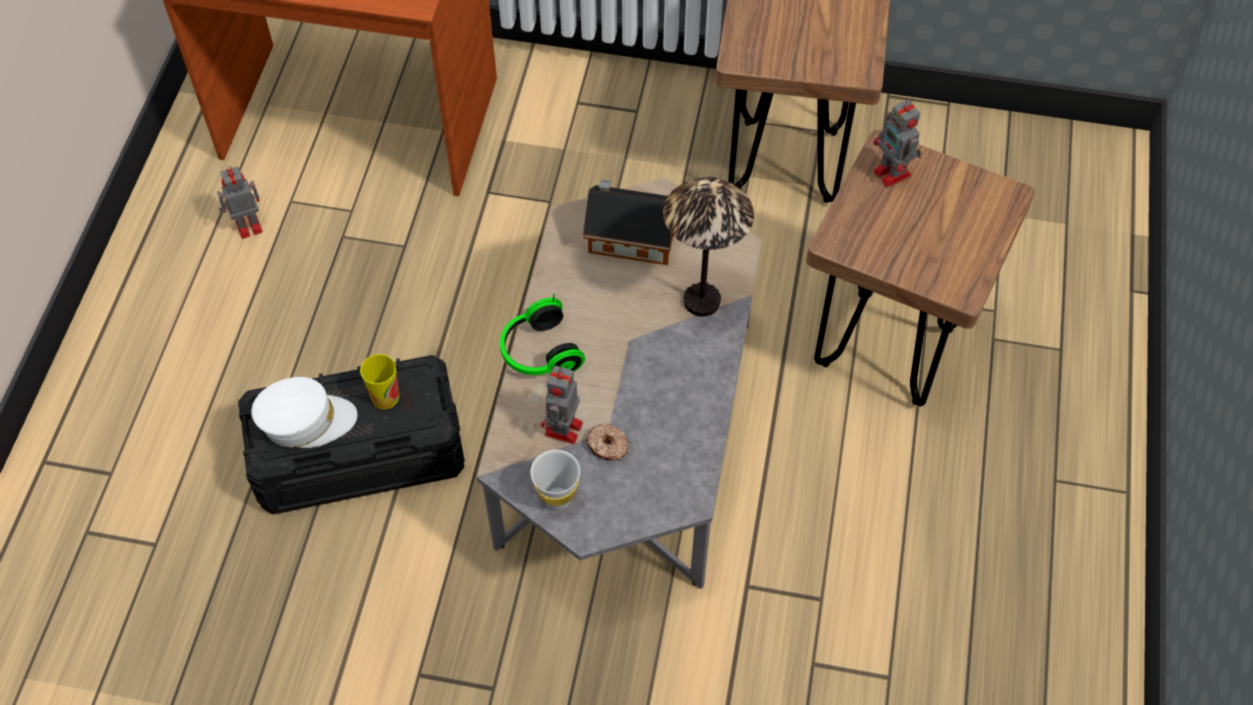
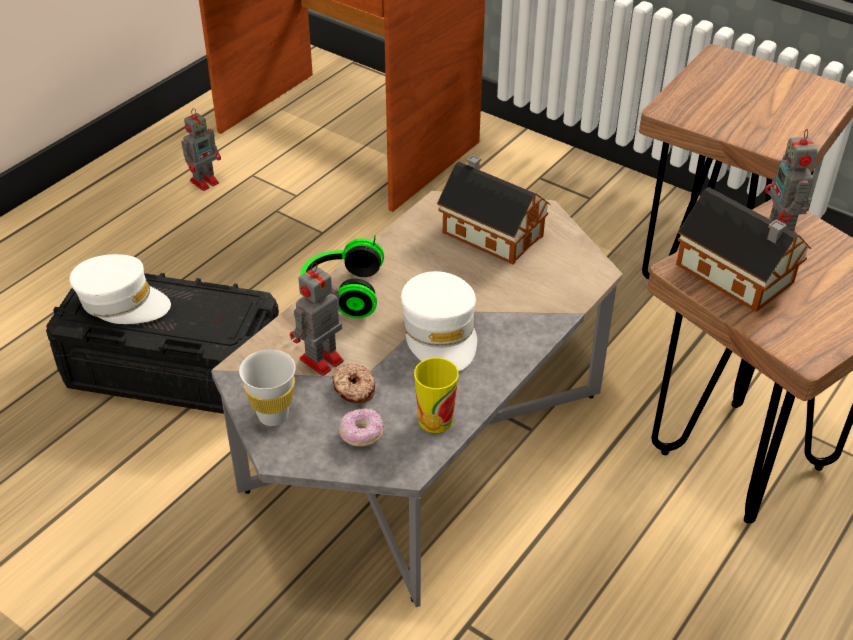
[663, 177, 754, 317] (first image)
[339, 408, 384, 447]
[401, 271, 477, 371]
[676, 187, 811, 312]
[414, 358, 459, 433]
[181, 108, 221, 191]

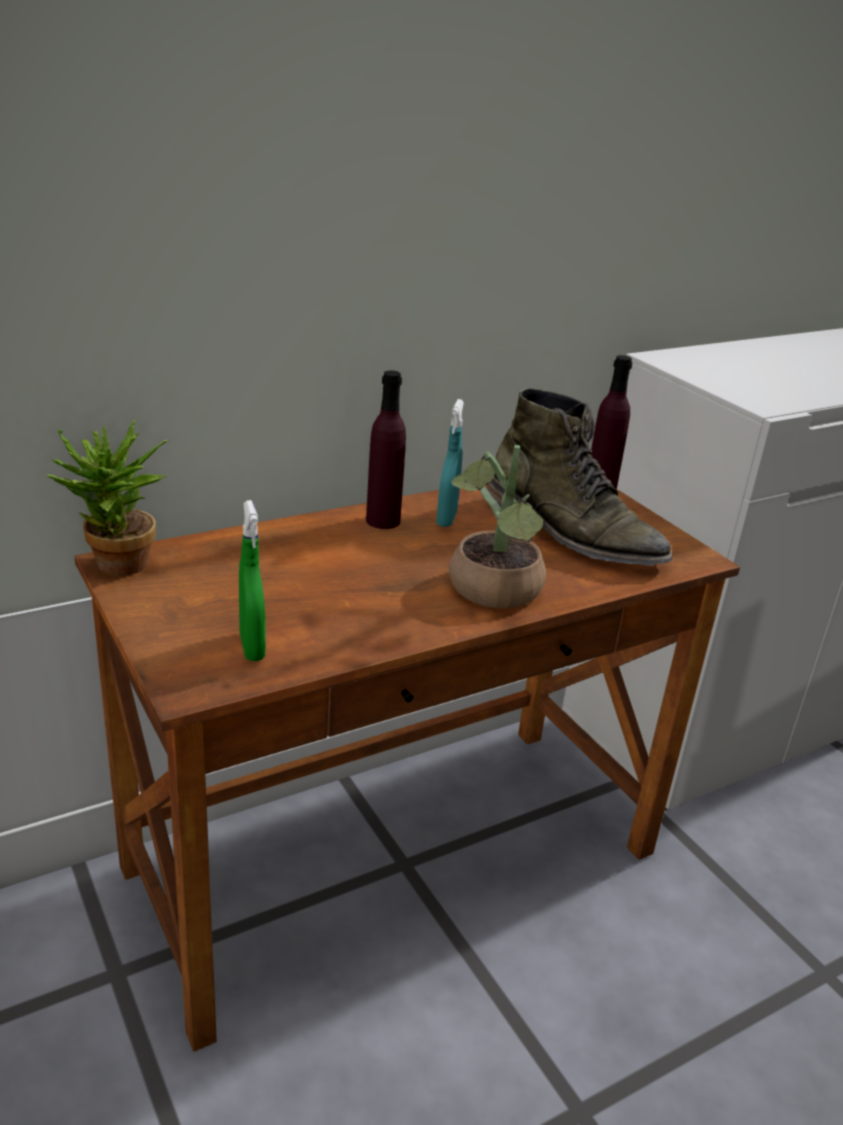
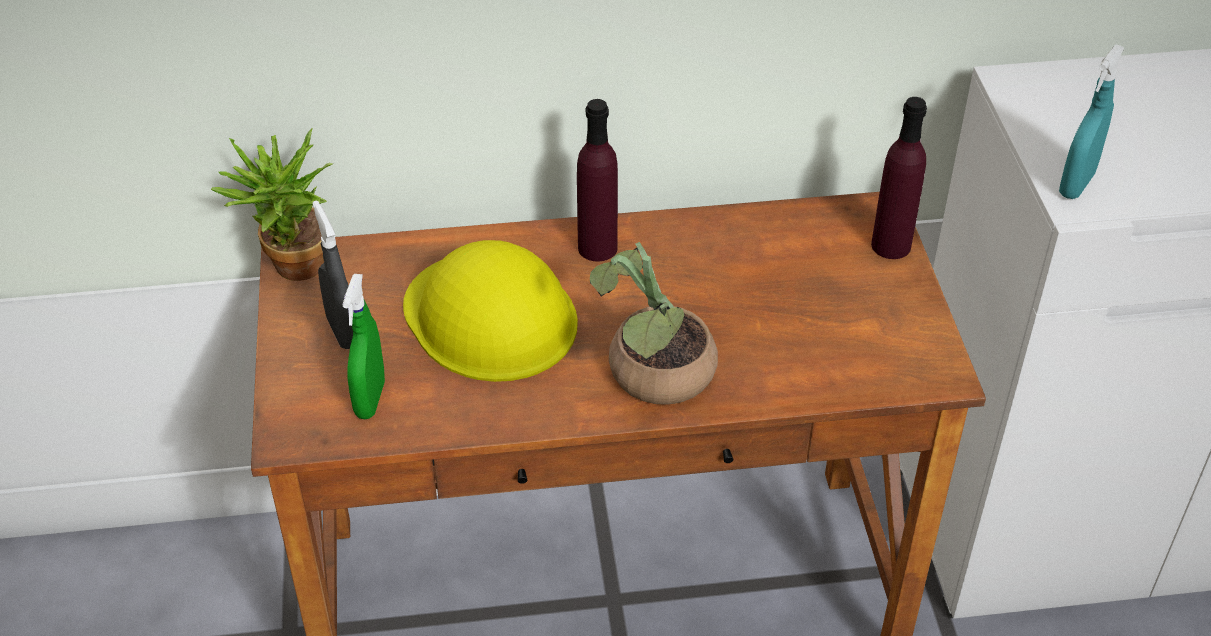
[487, 388, 672, 566] (first image)
[312, 201, 353, 349]
[403, 240, 578, 382]
[1059, 44, 1124, 199]

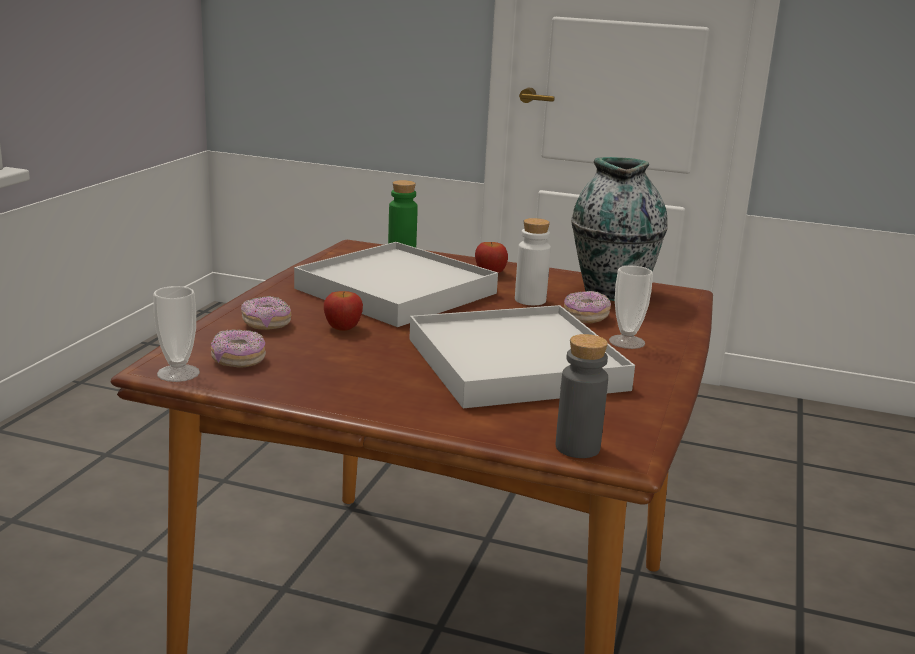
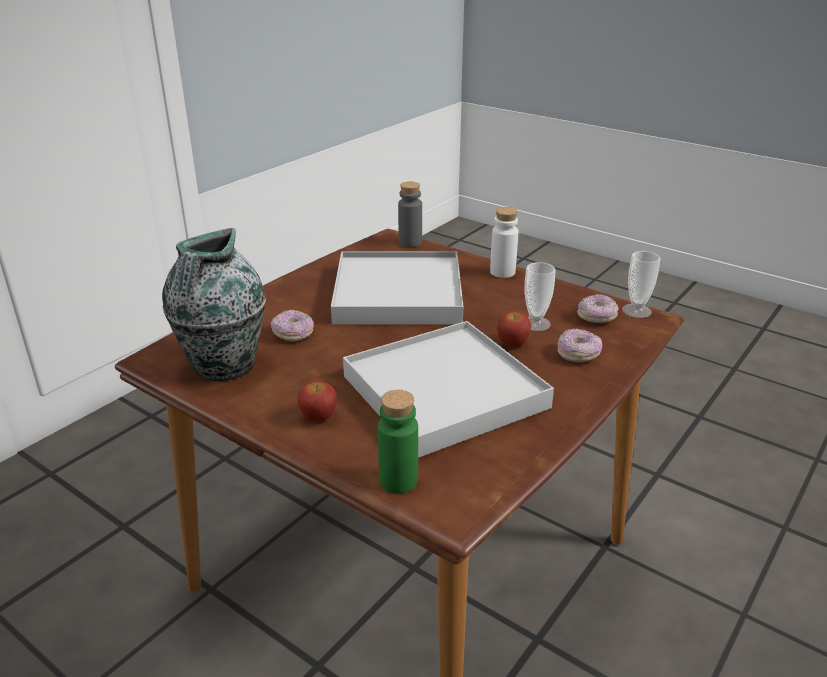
[490, 207, 519, 278]
[524, 262, 556, 331]

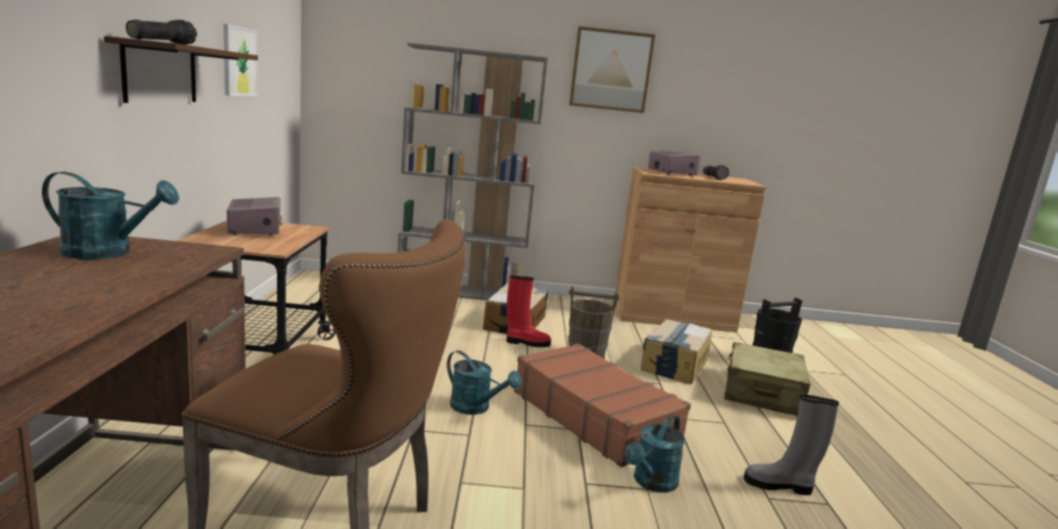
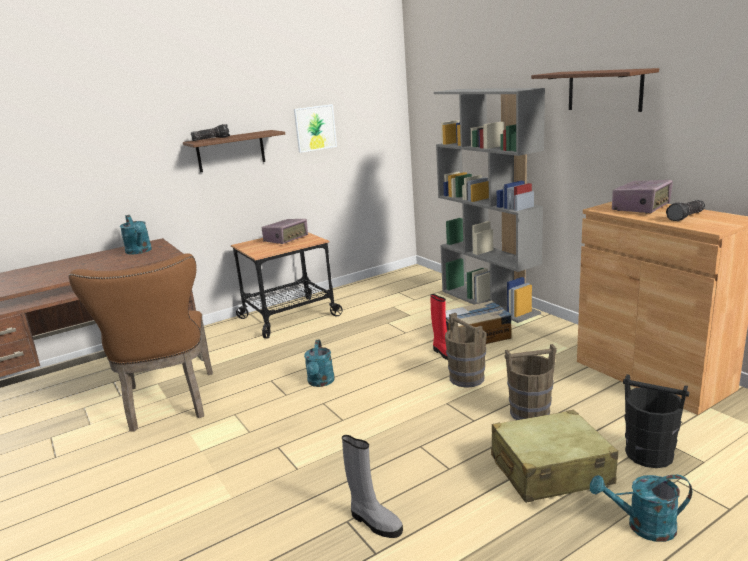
[514, 343, 691, 467] (first image)
[590, 475, 692, 542]
[531, 68, 659, 112]
[504, 344, 557, 420]
[342, 435, 403, 538]

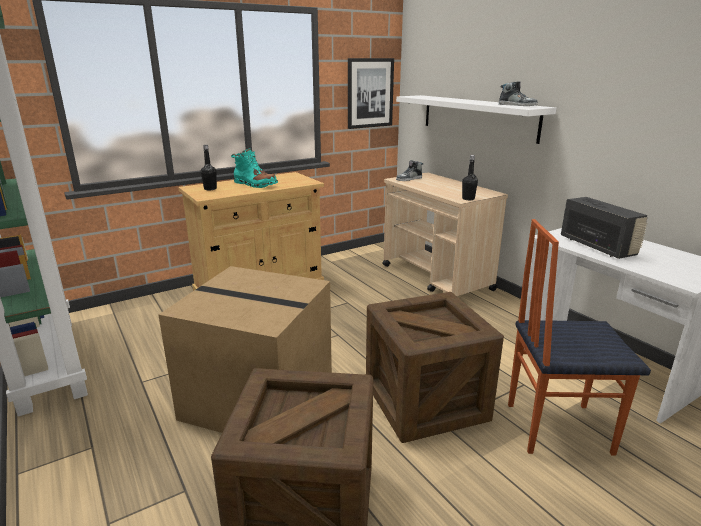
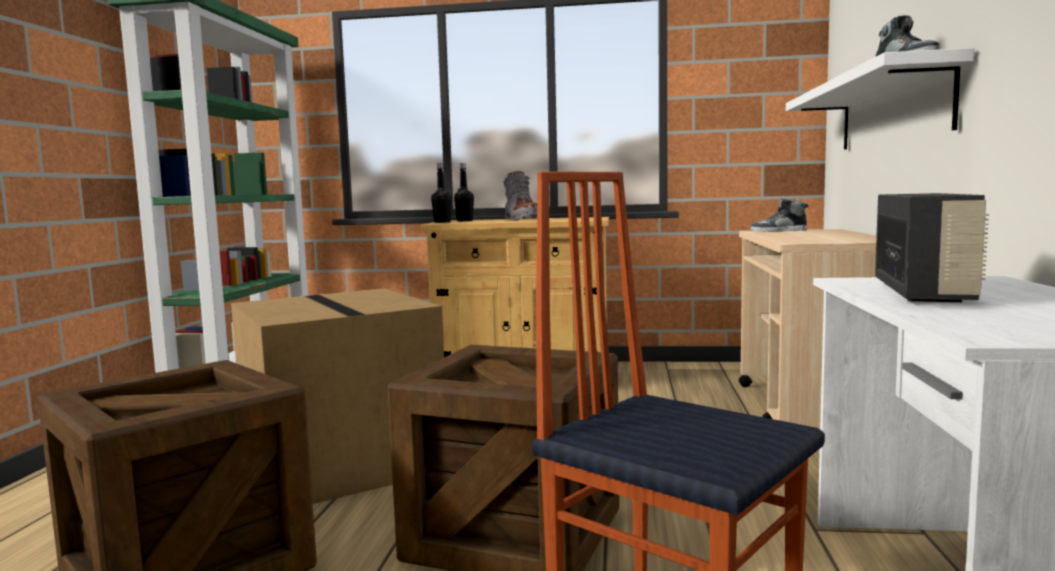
[348, 58, 394, 129] (first image)
[431, 163, 452, 223]
[503, 171, 537, 221]

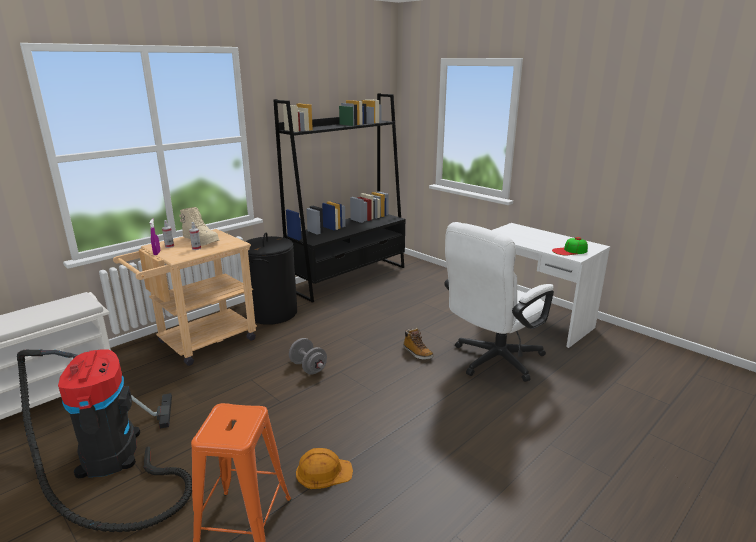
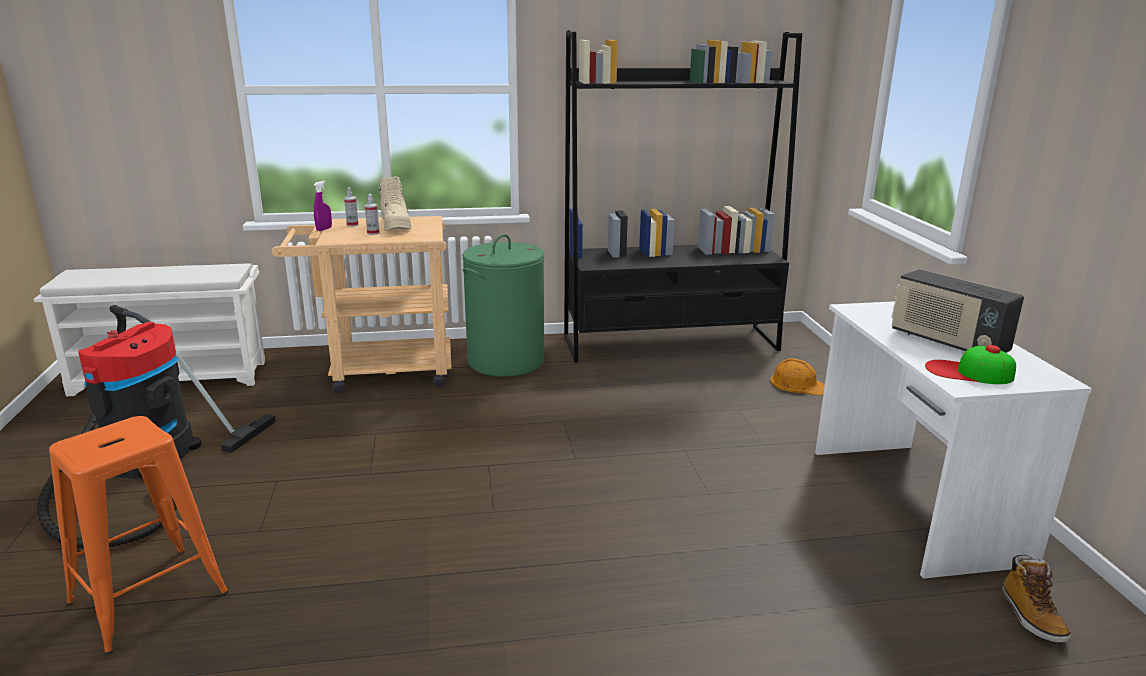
[289, 338, 327, 375] (first image)
[444, 222, 554, 382] (first image)
[891, 269, 1024, 353]
[770, 358, 825, 395]
[1002, 555, 1071, 643]
[462, 234, 544, 377]

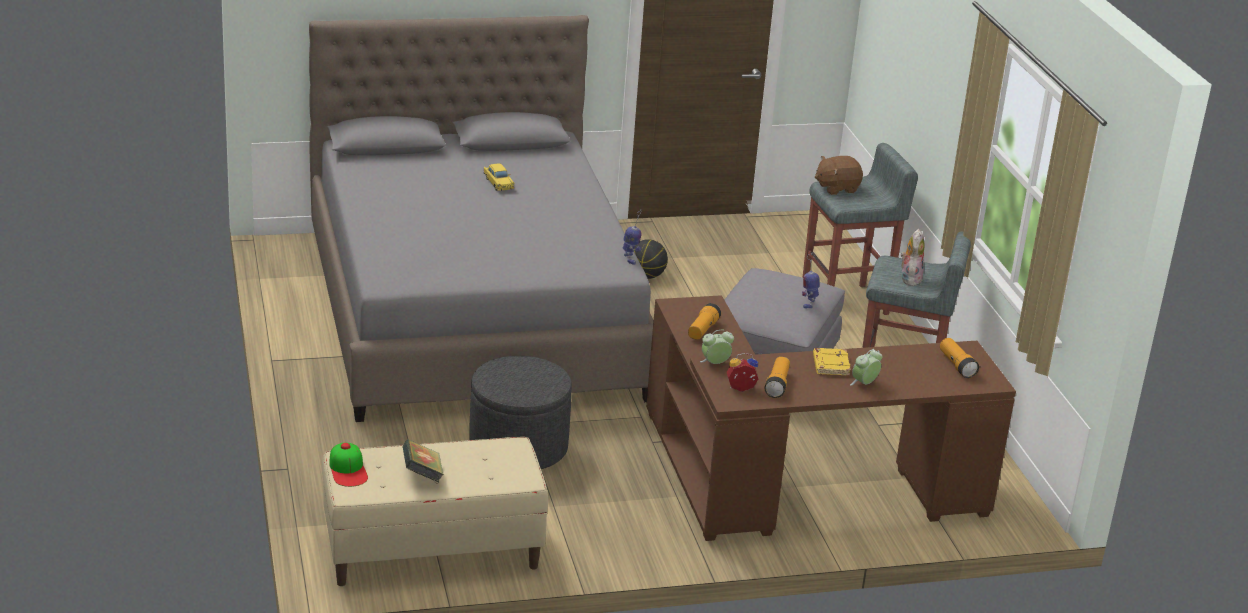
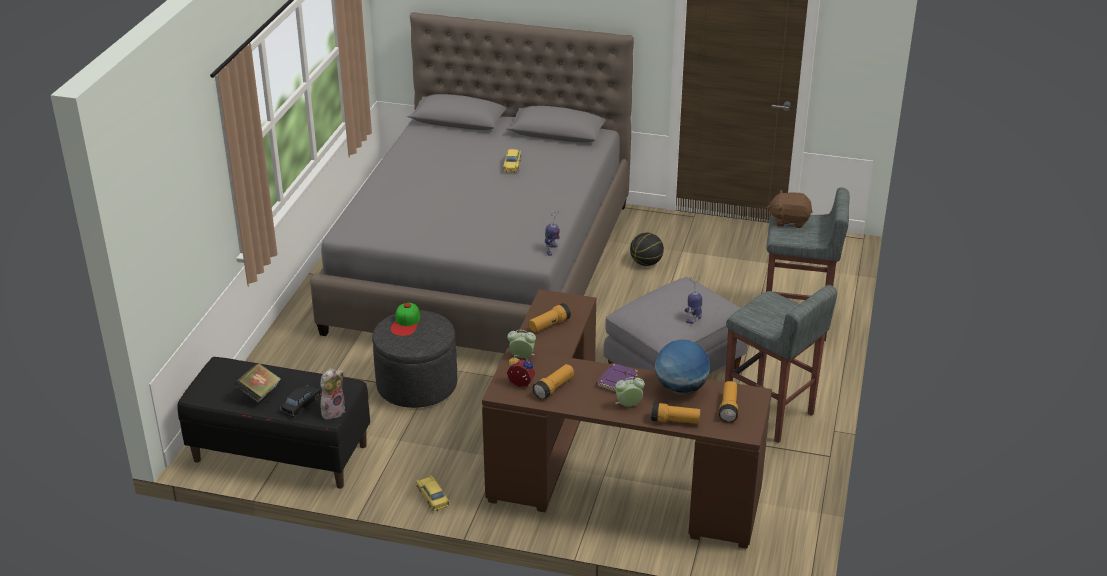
[280, 383, 321, 417]
[416, 475, 449, 511]
[651, 402, 701, 424]
[655, 340, 710, 395]
[391, 303, 420, 336]
[320, 368, 345, 420]
[178, 357, 370, 489]
[596, 363, 638, 392]

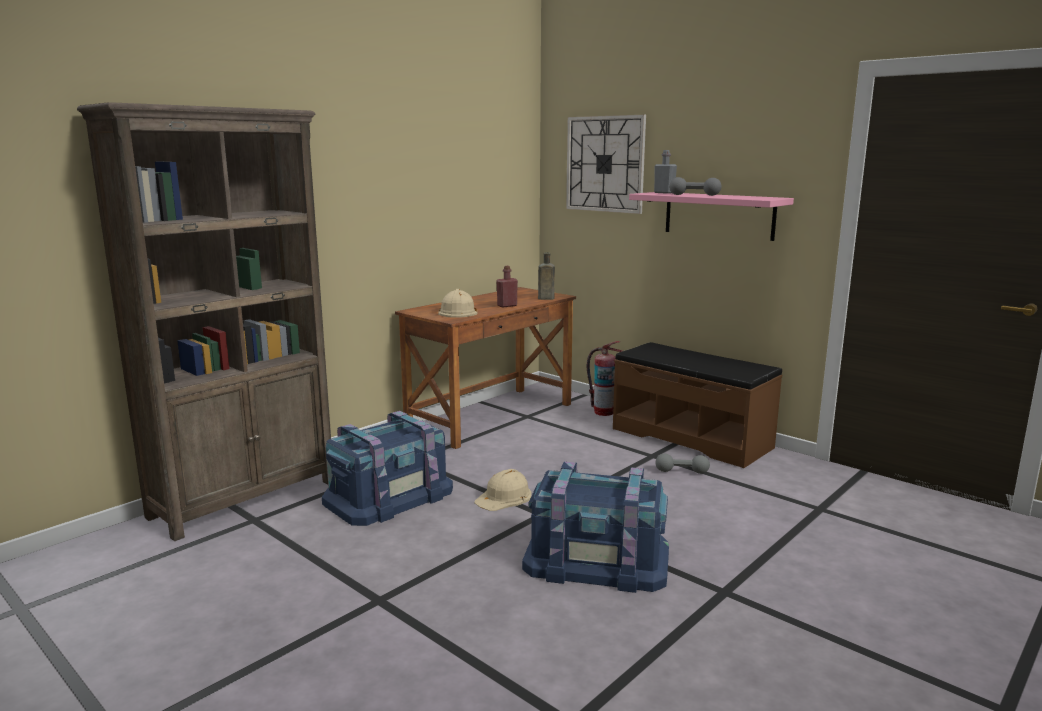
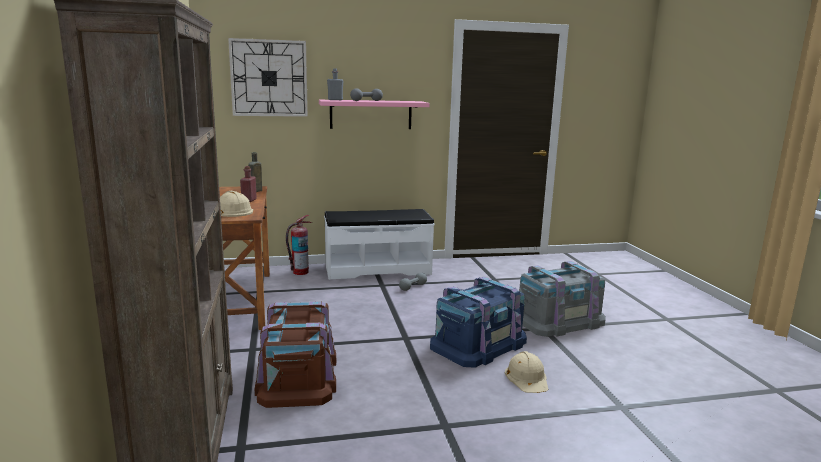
[519, 261, 606, 337]
[505, 351, 548, 393]
[255, 301, 336, 408]
[324, 209, 434, 280]

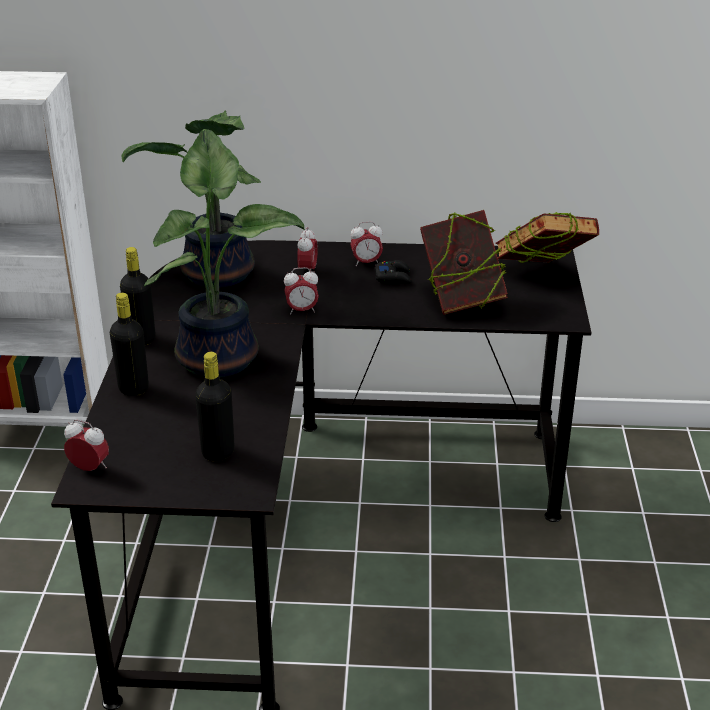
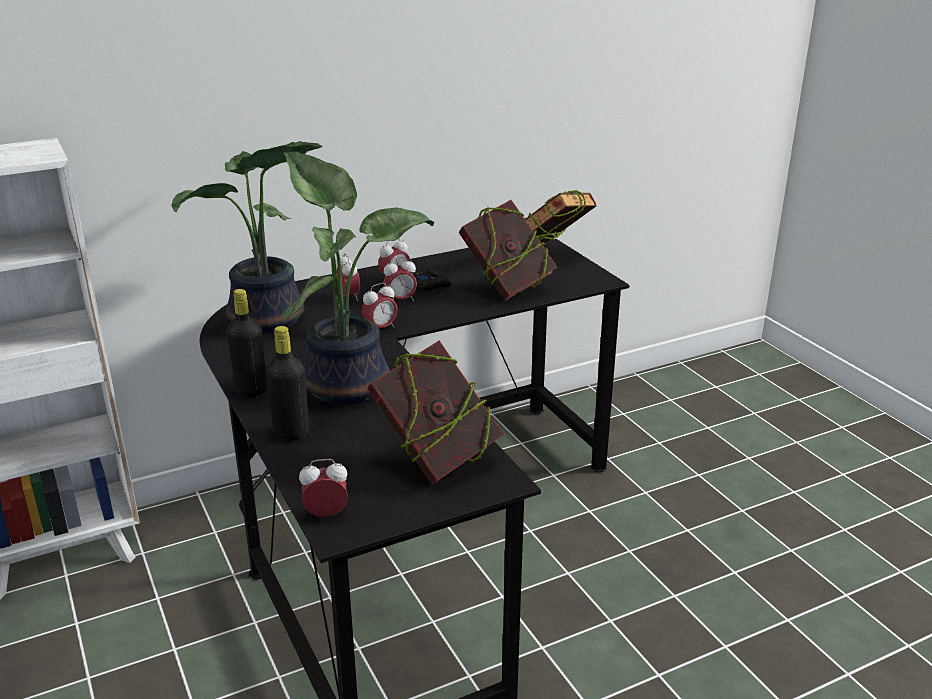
[384, 257, 417, 301]
[367, 341, 504, 484]

